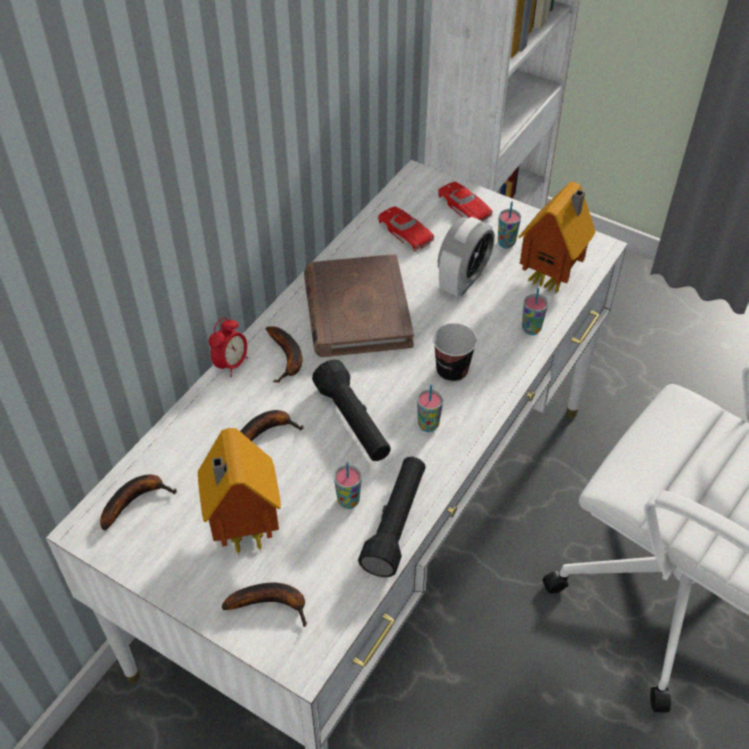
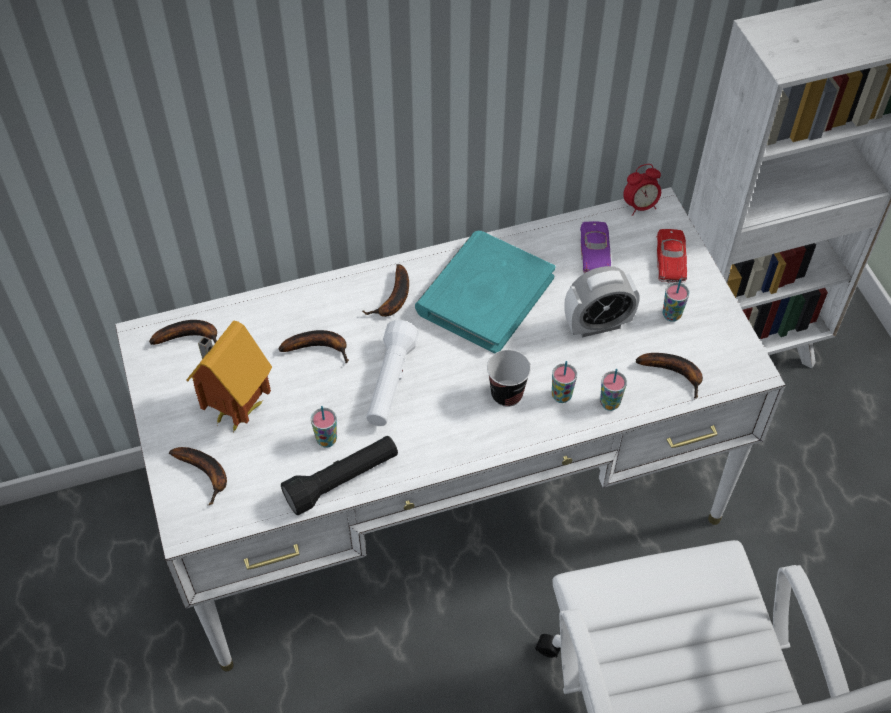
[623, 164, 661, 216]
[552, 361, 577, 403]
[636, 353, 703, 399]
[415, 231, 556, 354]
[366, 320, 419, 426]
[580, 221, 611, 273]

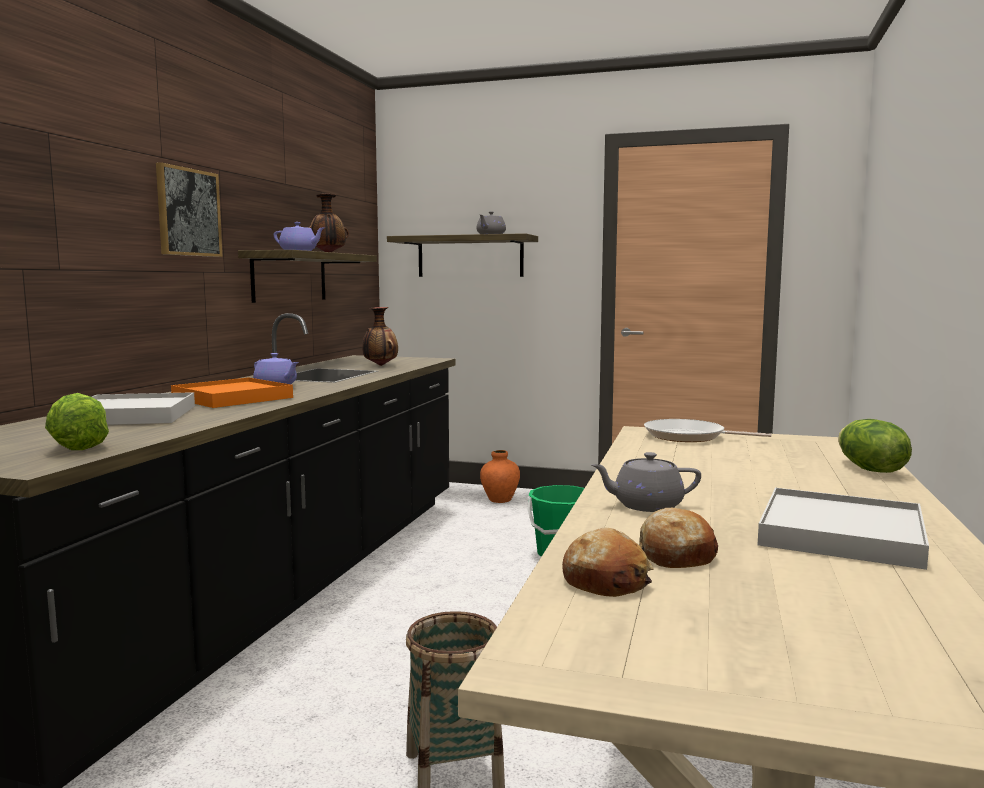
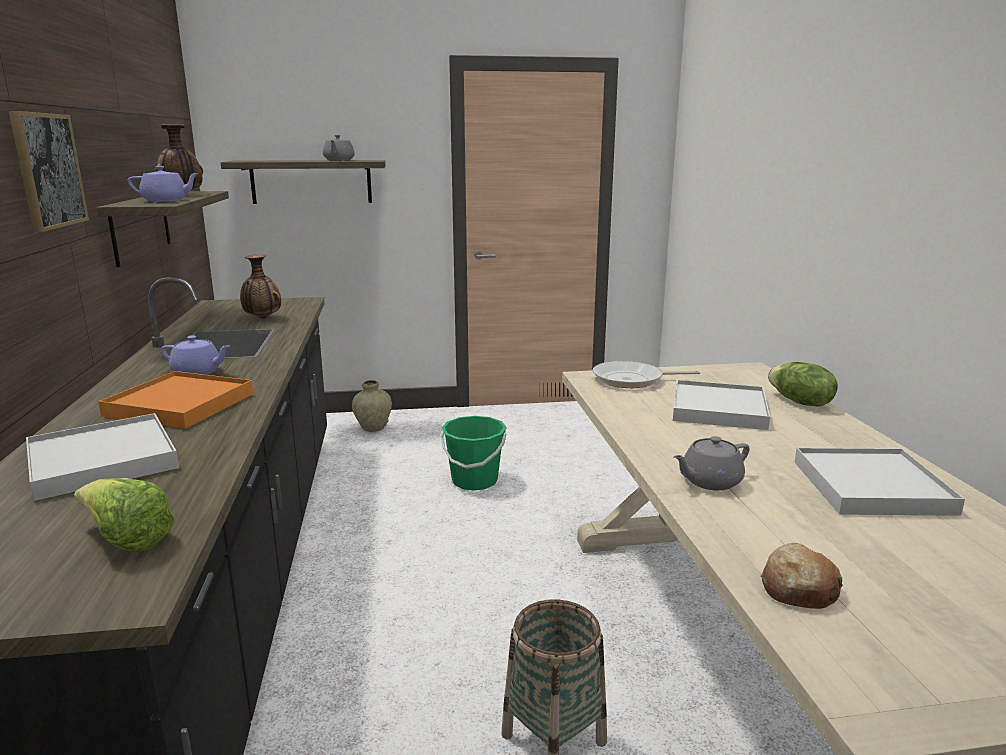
[639, 508, 718, 568] (first image)
[673, 380, 770, 430]
[352, 380, 392, 432]

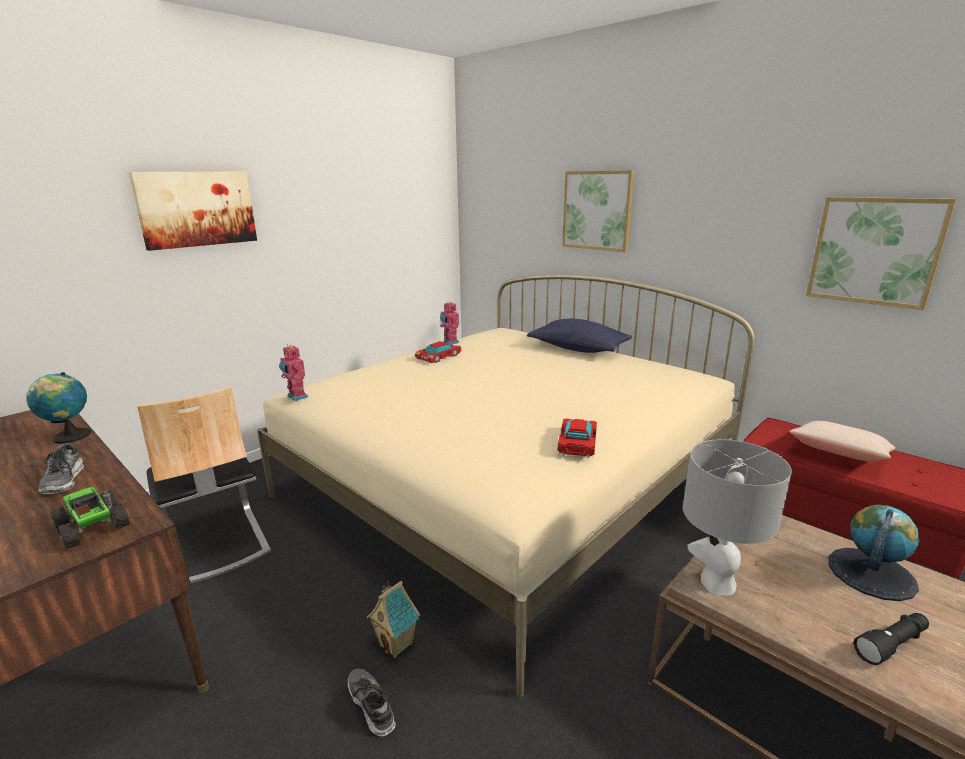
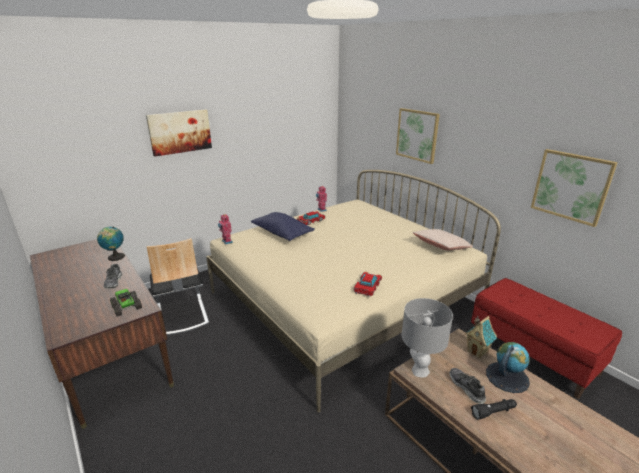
[449, 368, 486, 404]
[465, 316, 497, 359]
[251, 212, 315, 241]
[413, 229, 473, 251]

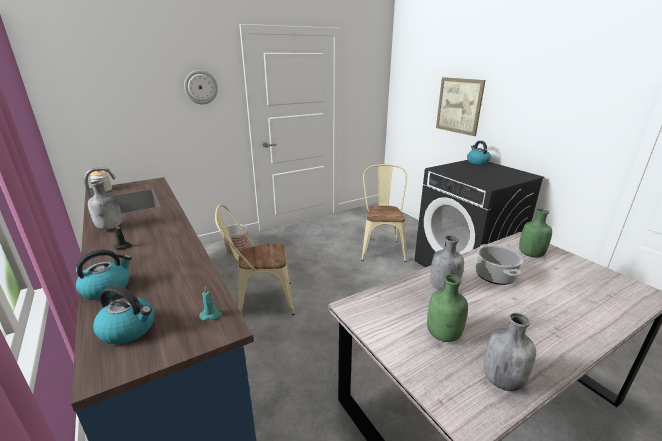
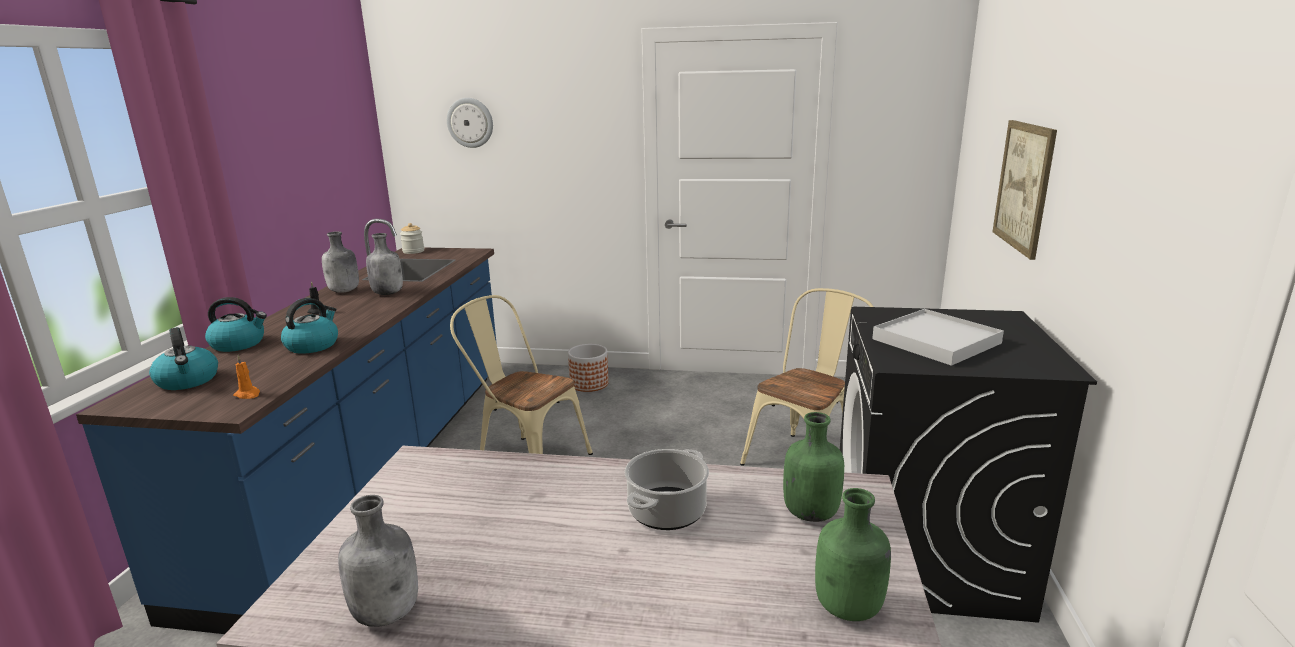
[872, 309, 1004, 366]
[447, 98, 493, 148]
[815, 488, 891, 621]
[366, 233, 403, 295]
[281, 298, 338, 354]
[233, 355, 260, 399]

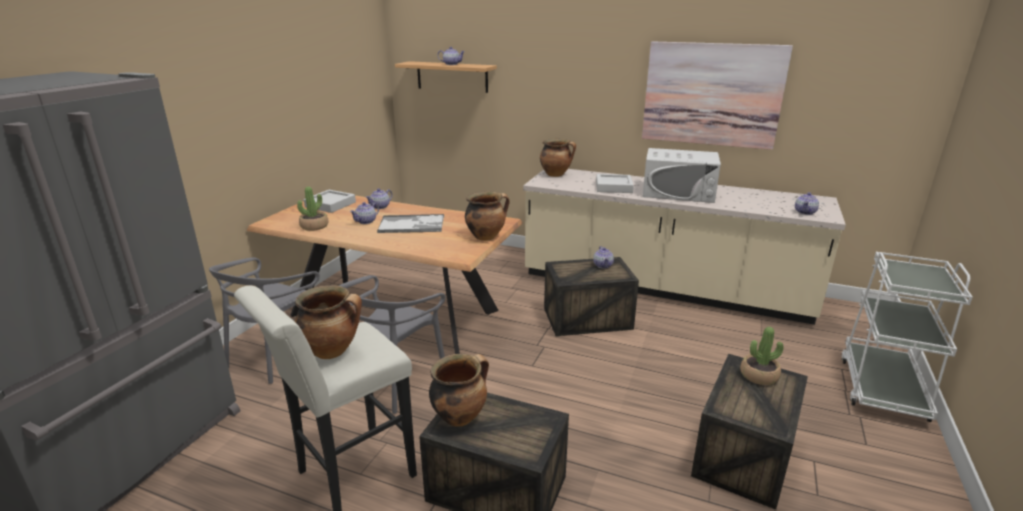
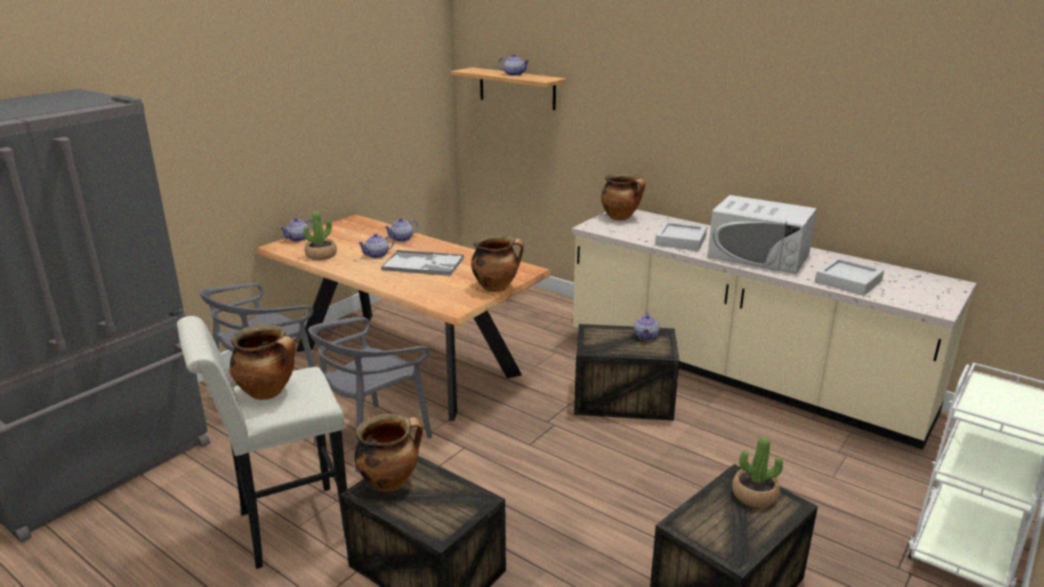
[642, 41, 793, 150] (first image)
[815, 258, 884, 295]
[279, 218, 313, 242]

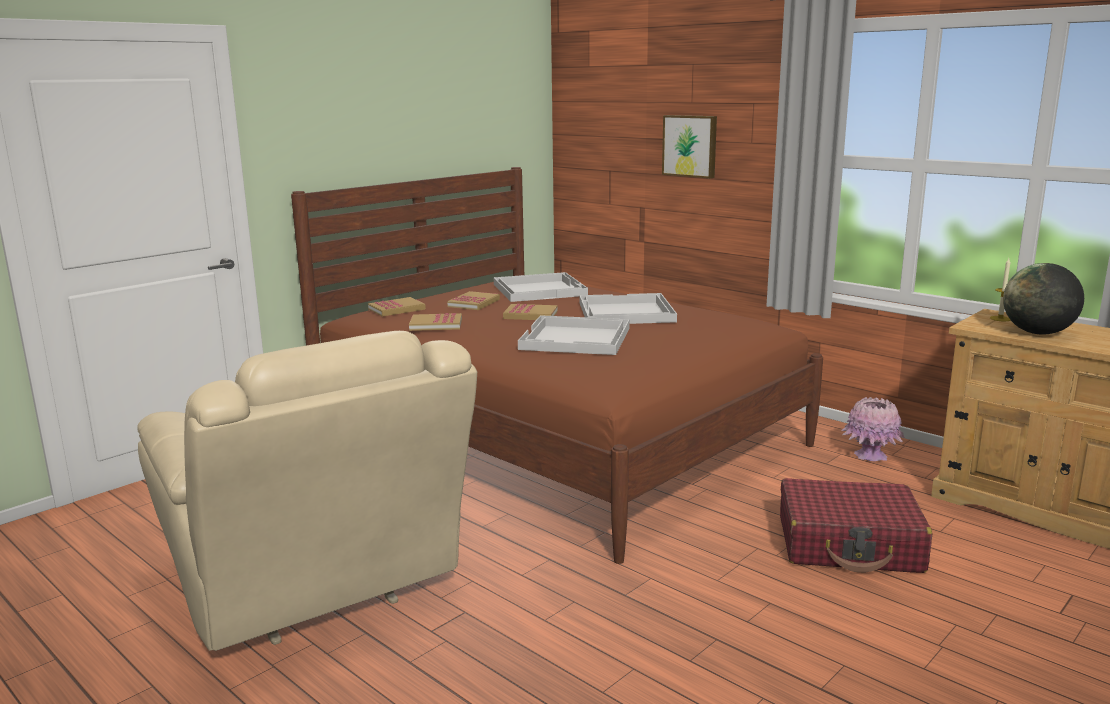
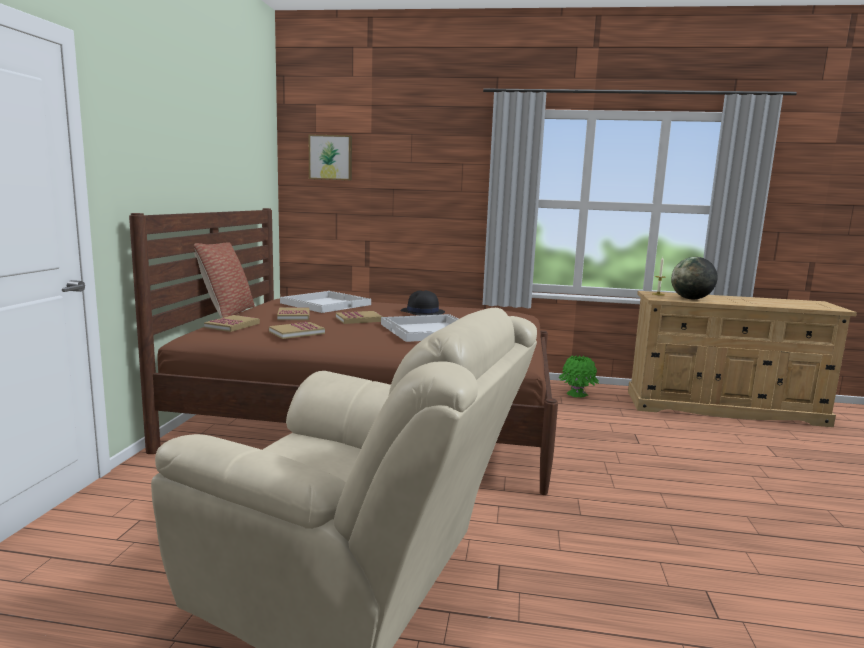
[780, 478, 932, 573] (first image)
[194, 243, 255, 318]
[309, 134, 352, 180]
[401, 290, 445, 315]
[559, 355, 599, 397]

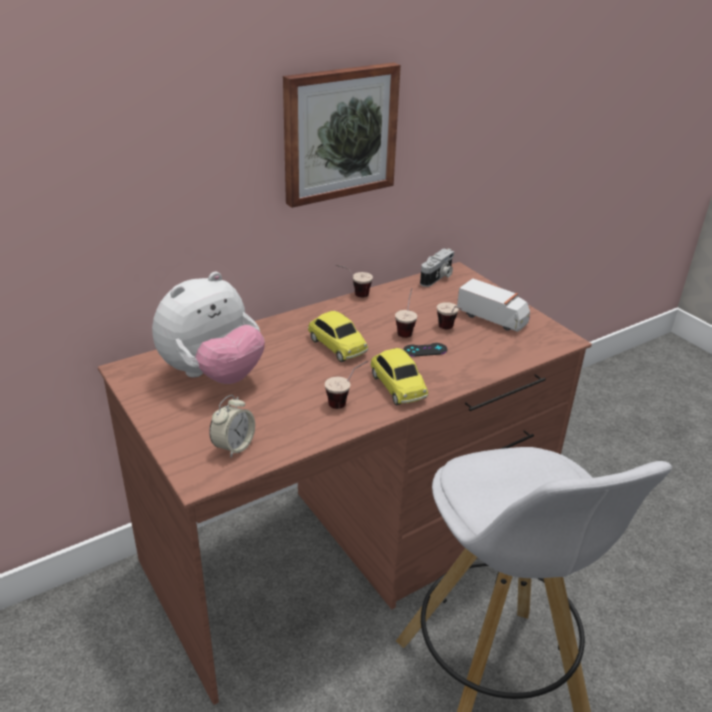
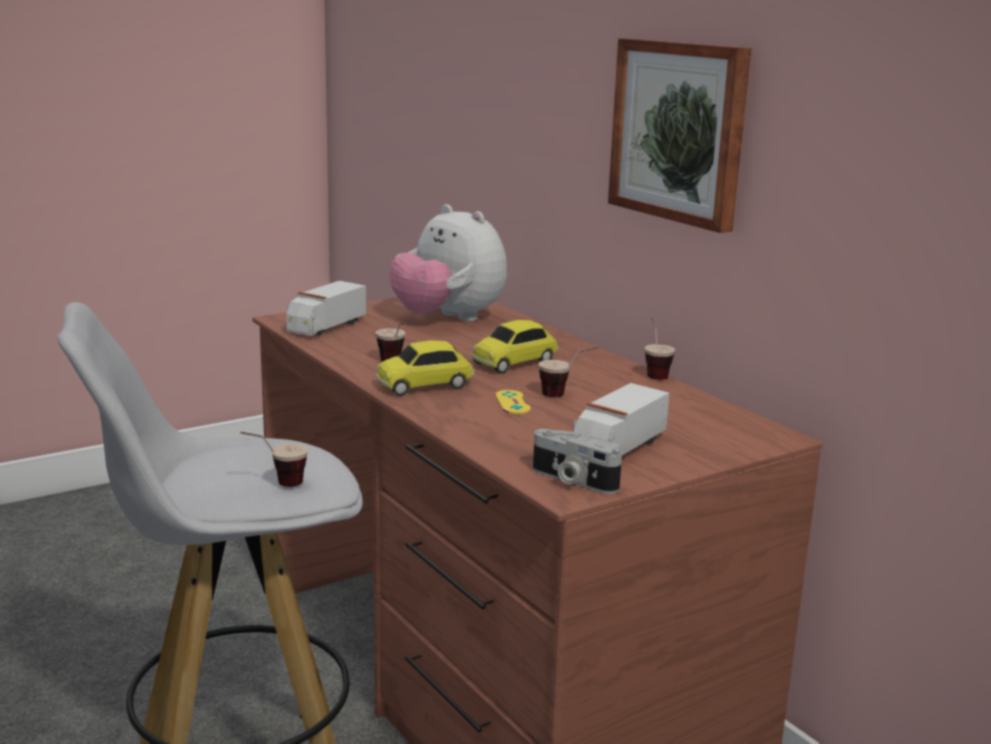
[533, 429, 622, 494]
[240, 431, 308, 487]
[286, 281, 366, 336]
[495, 390, 531, 414]

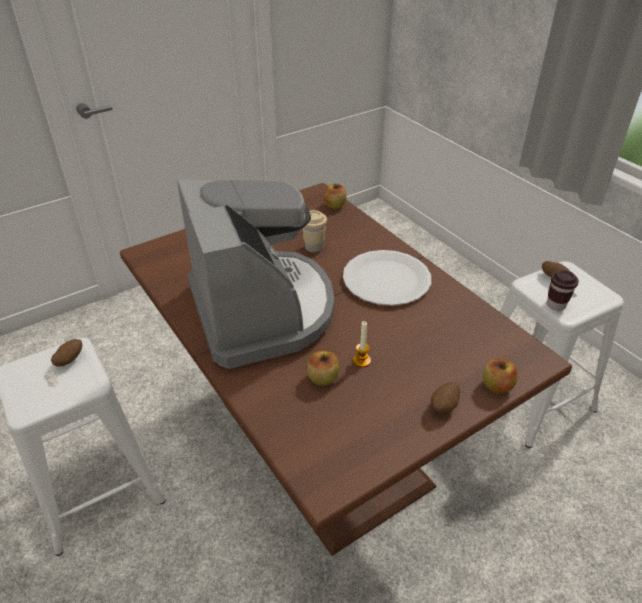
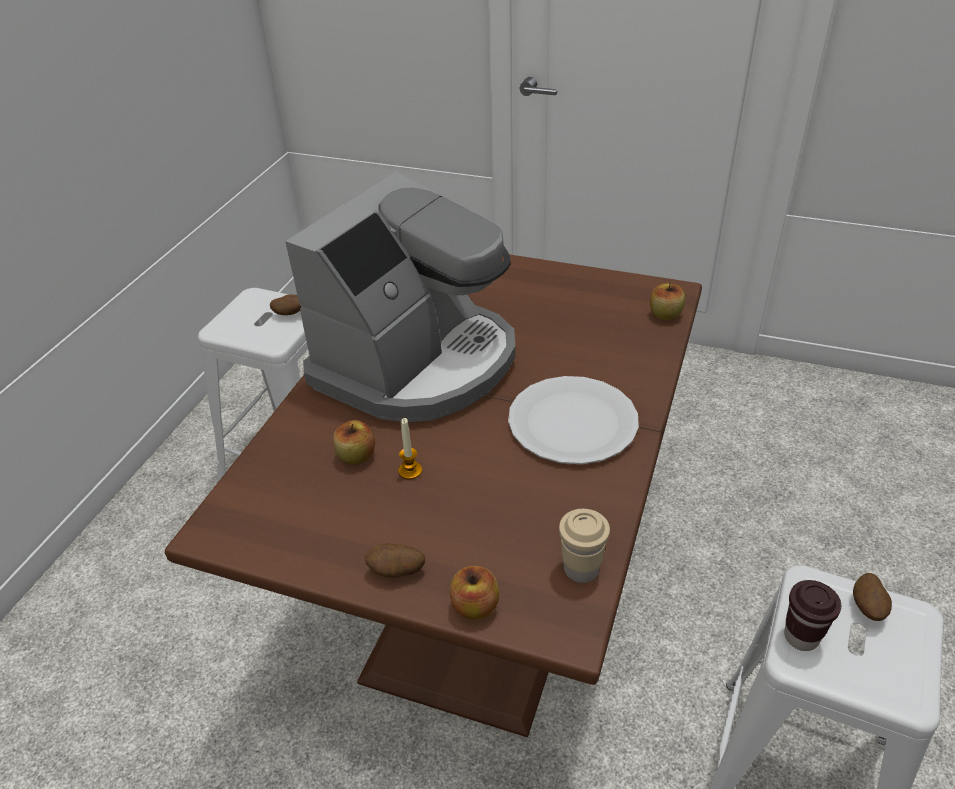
[559, 509, 610, 583]

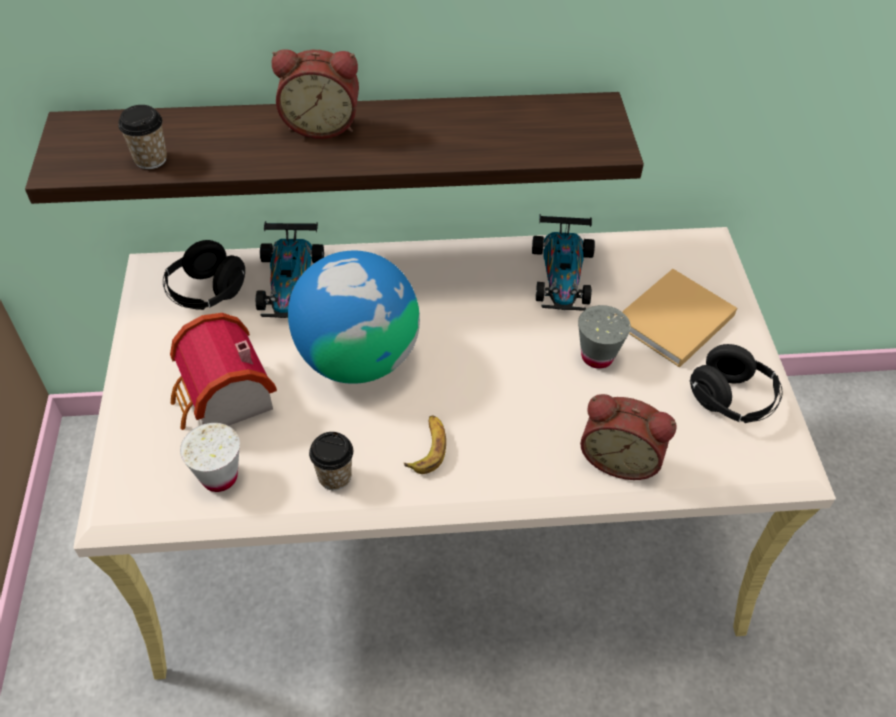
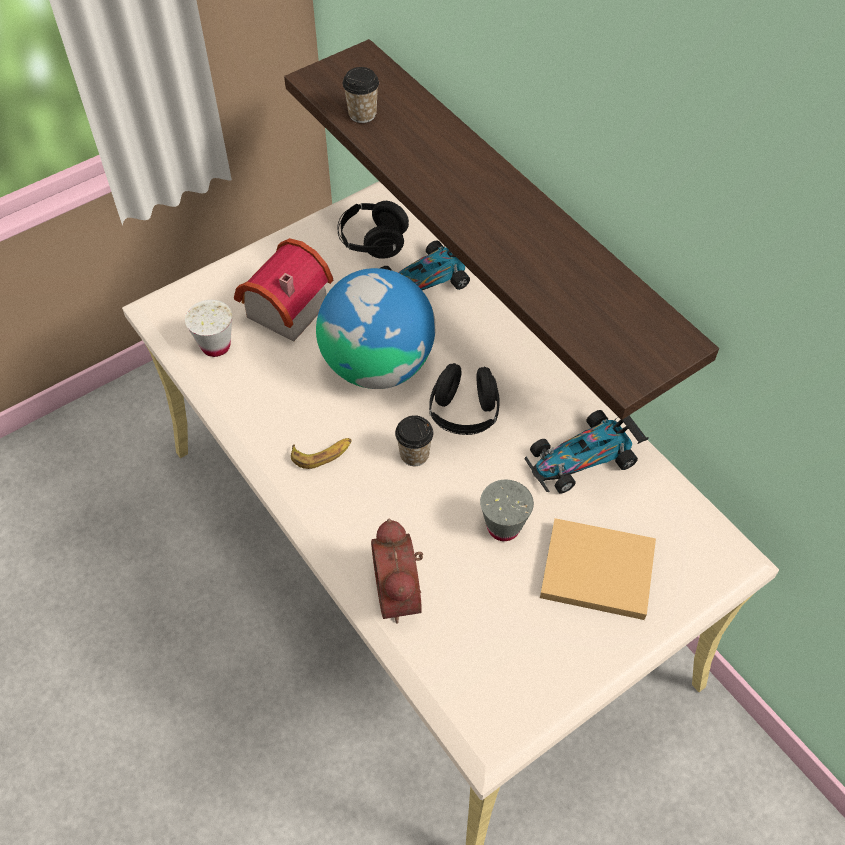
[272, 49, 359, 139] (first image)
[395, 415, 434, 466]
[429, 363, 500, 435]

